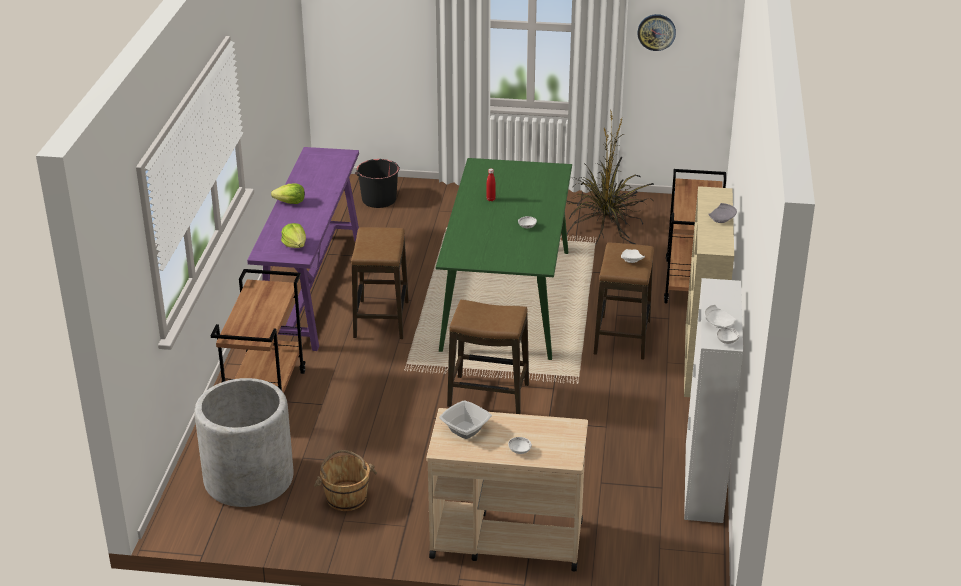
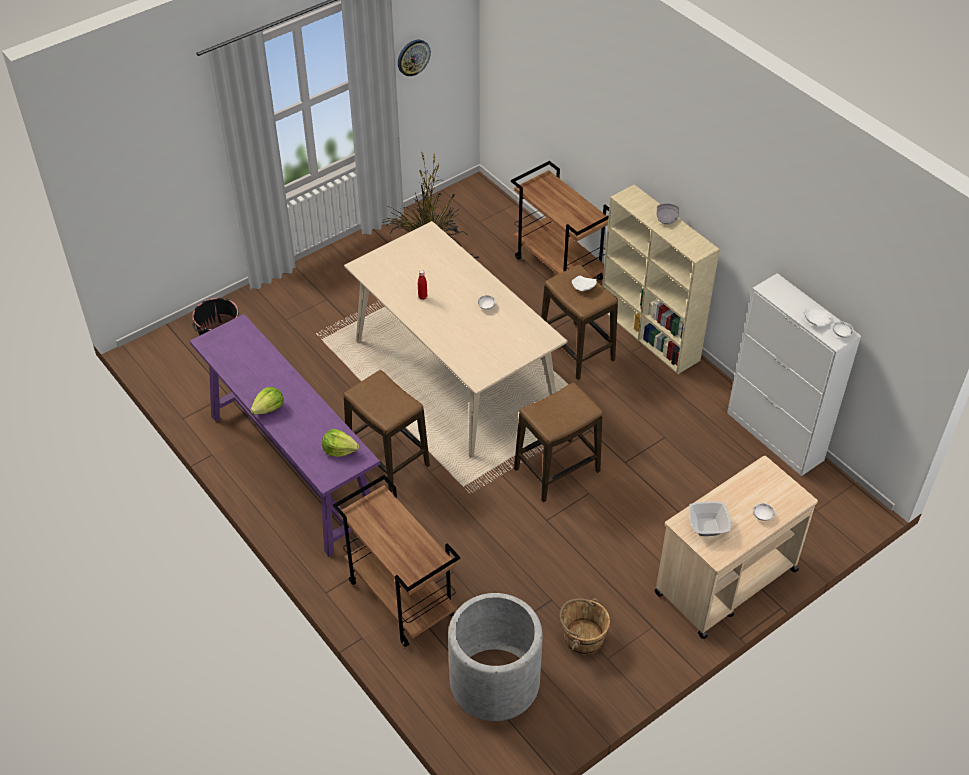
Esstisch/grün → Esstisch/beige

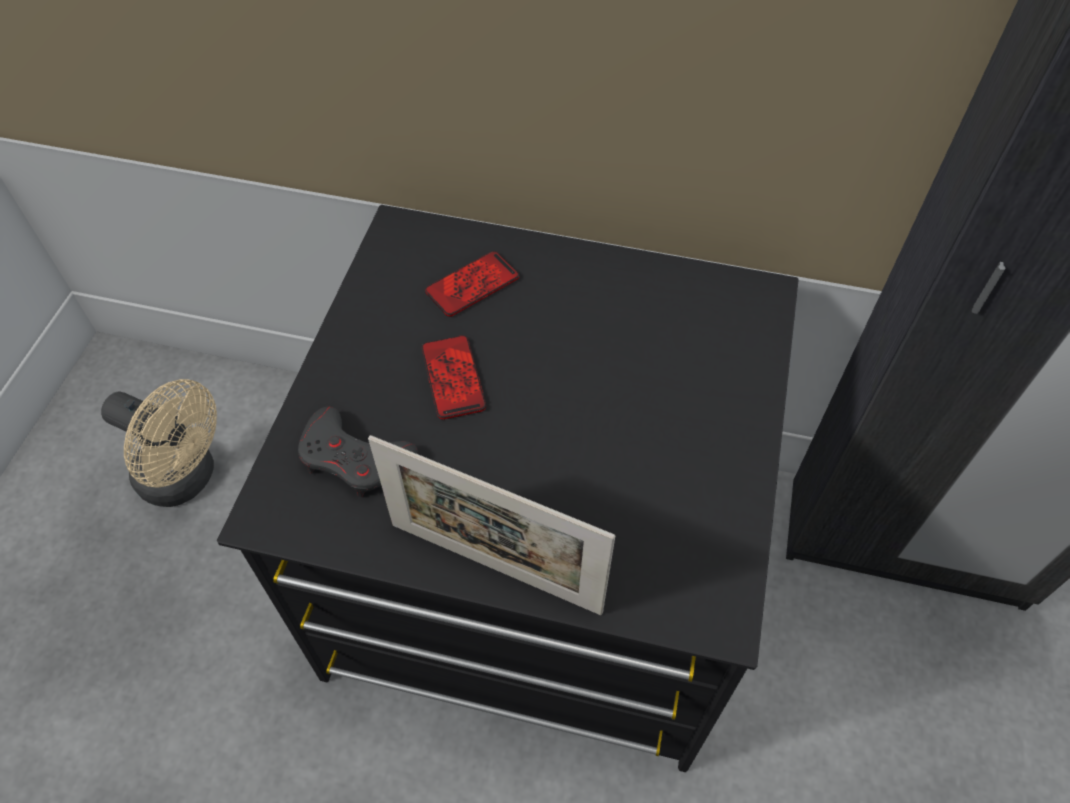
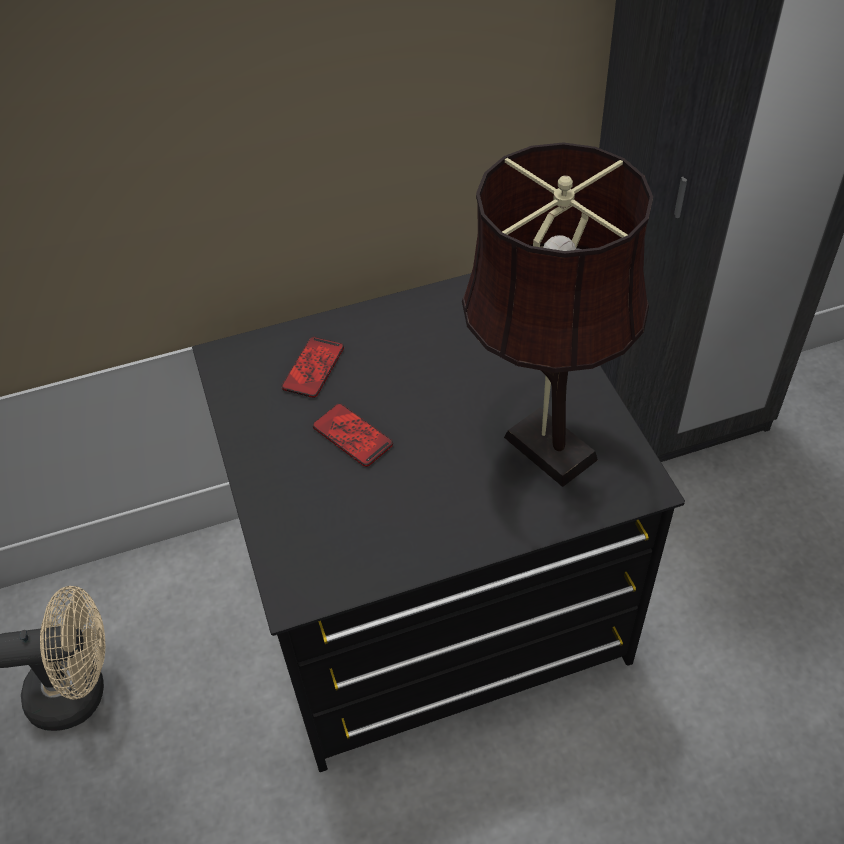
Gamepad/grau → -
Bilderrahmen → -
- → Tischlampe/braun

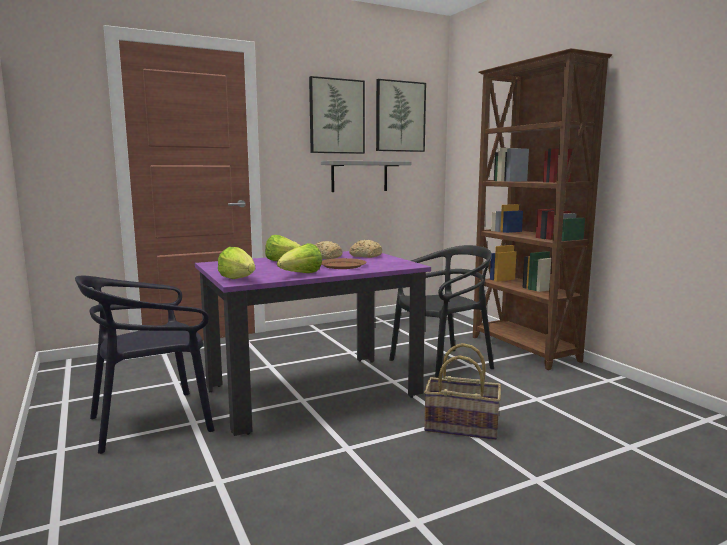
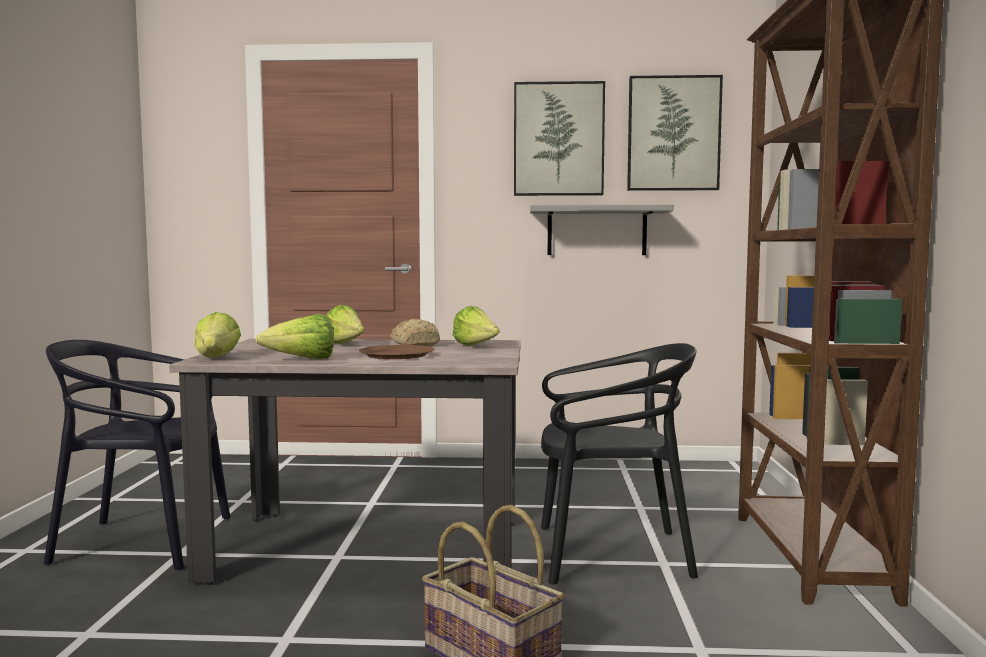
Esstisch/lila → Esstisch/beige
Brot (2nd from left) → Salatkopf (4th from left)

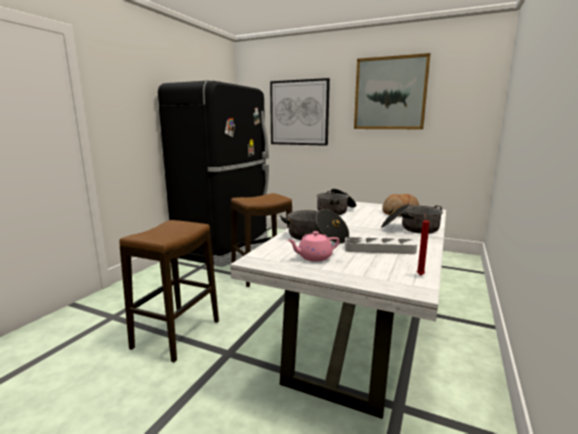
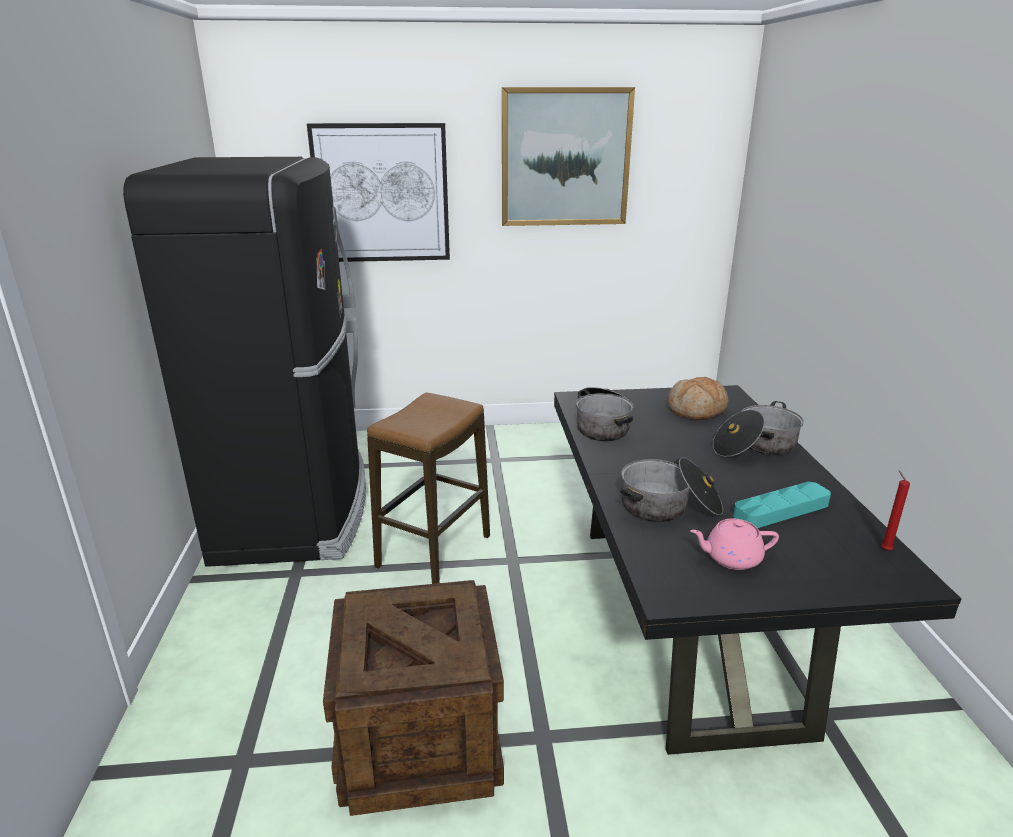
Hocker (1st from left) → Kiste
Esstisch/weiß → Esstisch/schwarz
Teekanne/rosa, 45 degrees clockwise
Tablett/weiß → Tablett/türkis

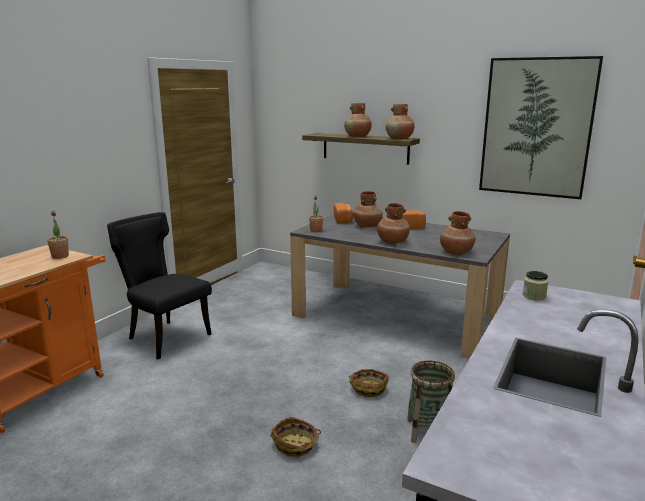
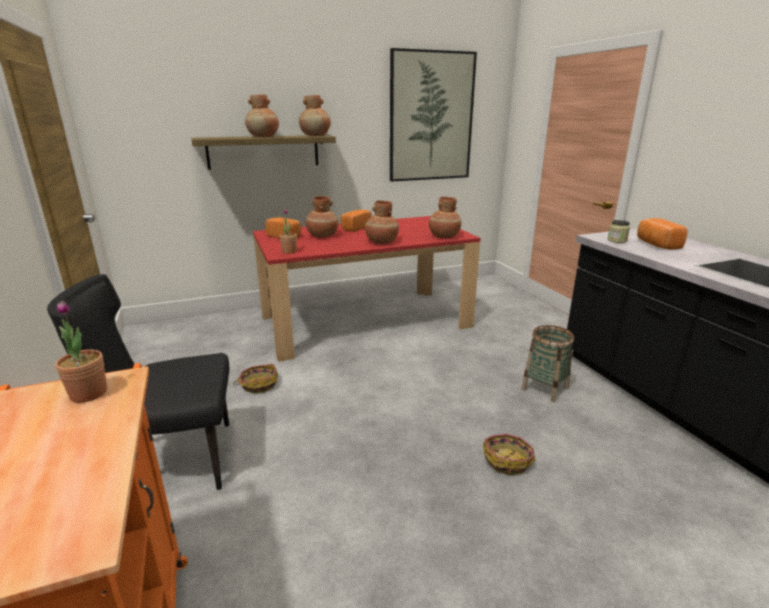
Esstisch/grau → Esstisch/rot
Korb (2nd from left in the first image) → Korb (1st from left), moved
- → Brot (3rd from left)

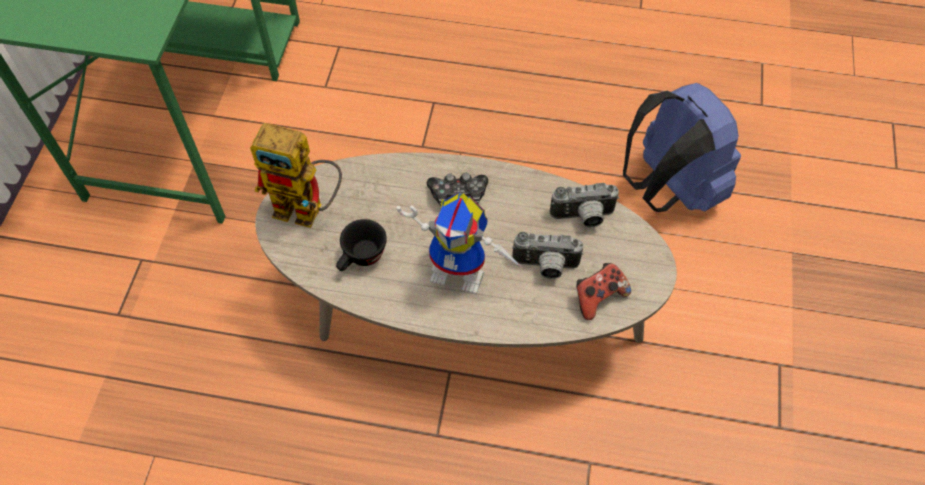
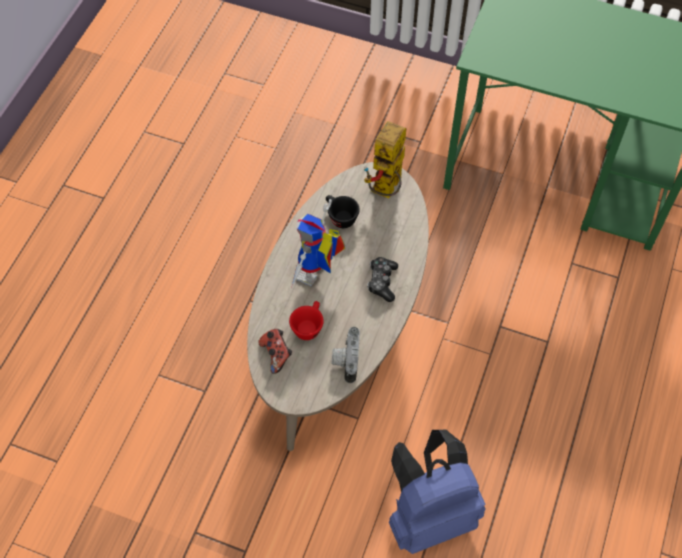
Kamera (1st from left) → Tasse/rot

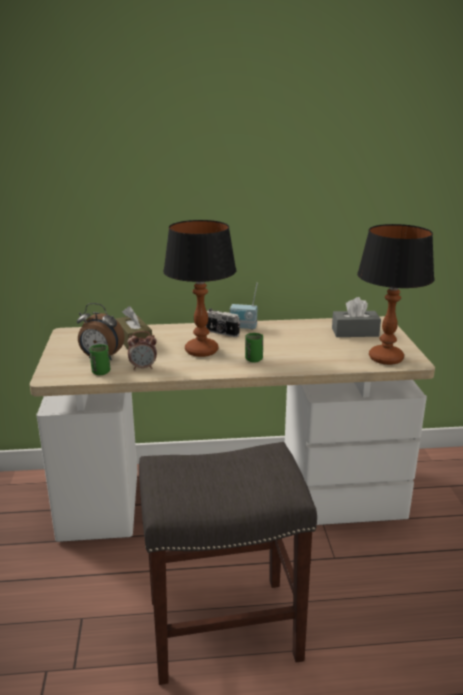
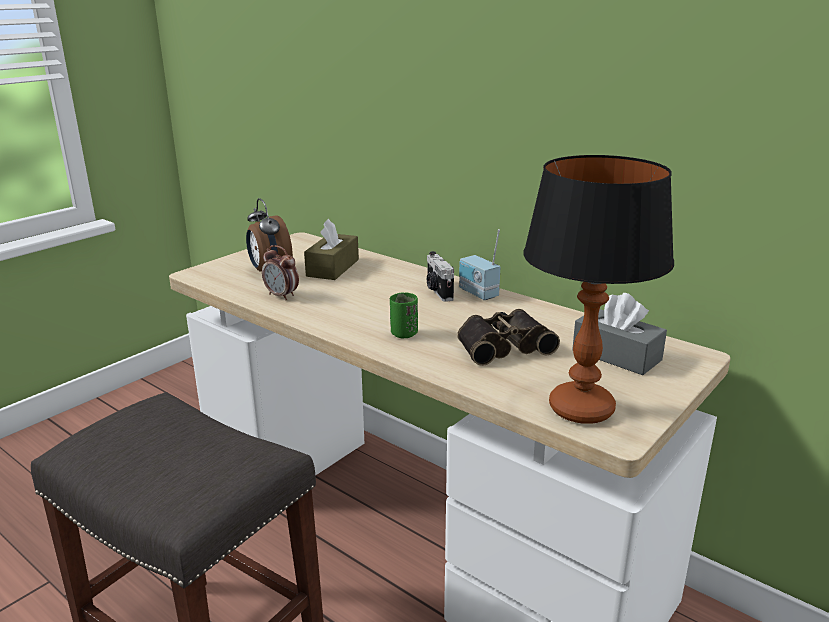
Tasse/grün (1st from left) → -
Tischlampe (1st from left) → -
- → Fernglas

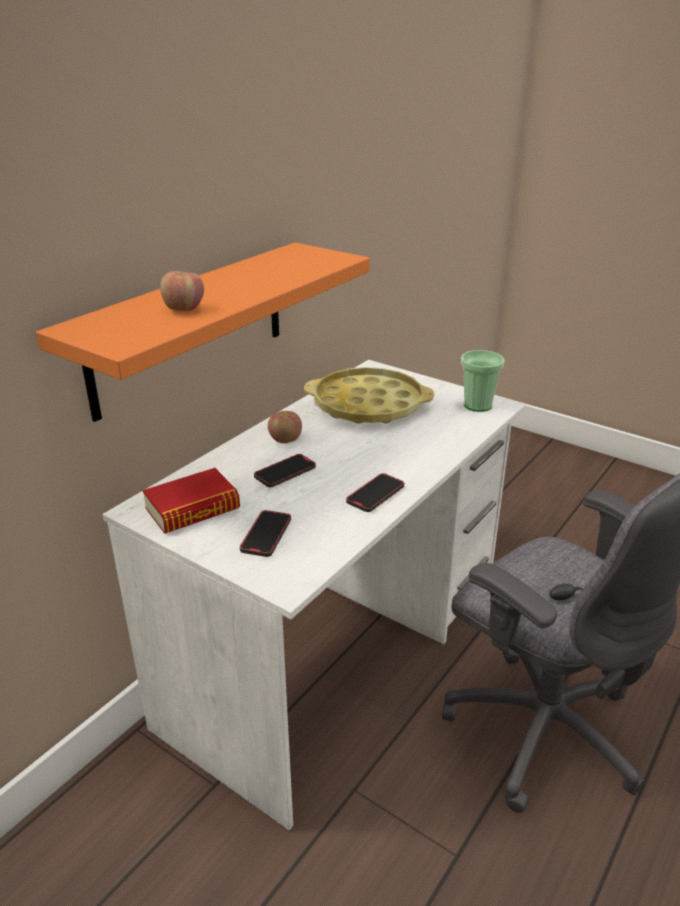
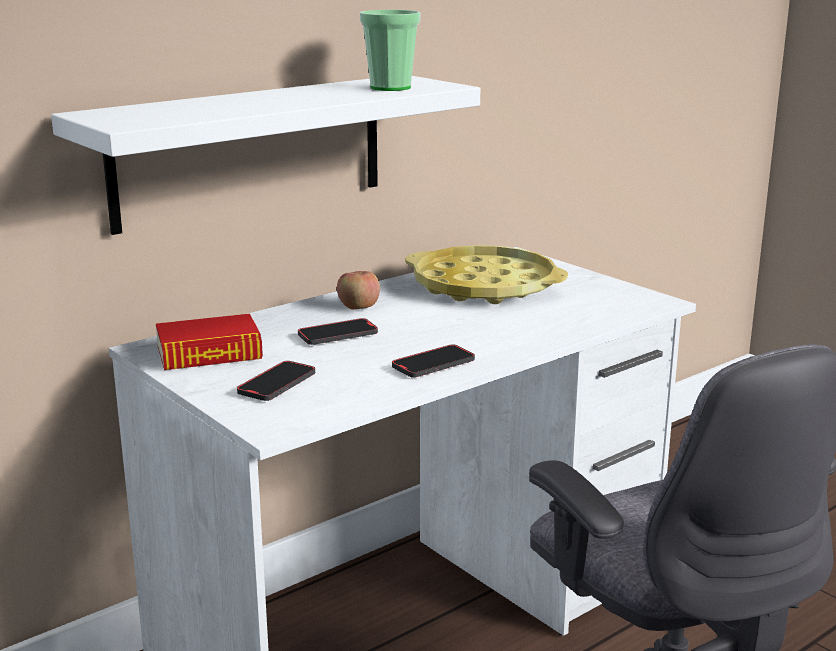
Wandregal/orange → Wandregal/weiß
Apfel (1st from left) → -
Tasse, moved

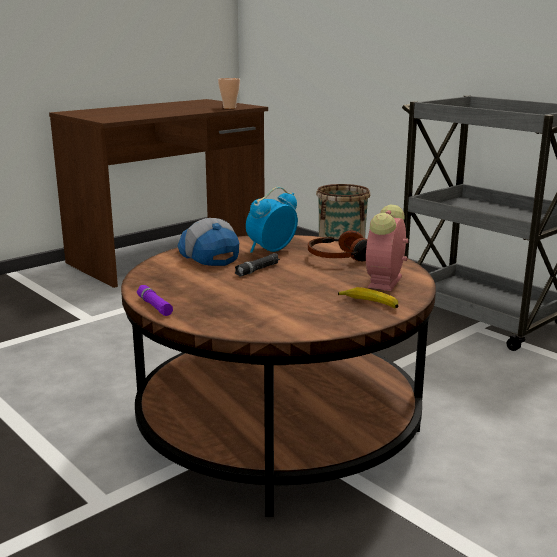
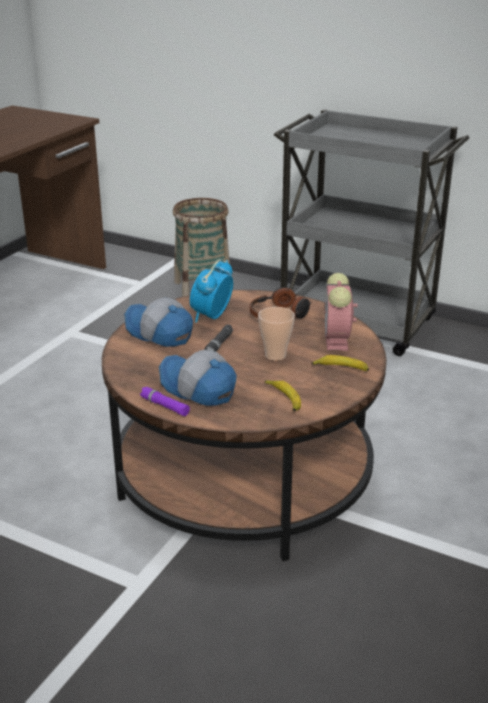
Tasse, moved
- → Kappe (2nd from left)
- → Banane (1st from left)

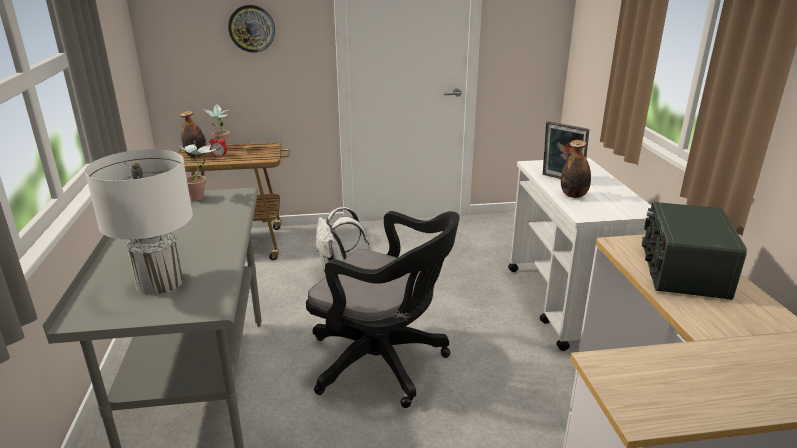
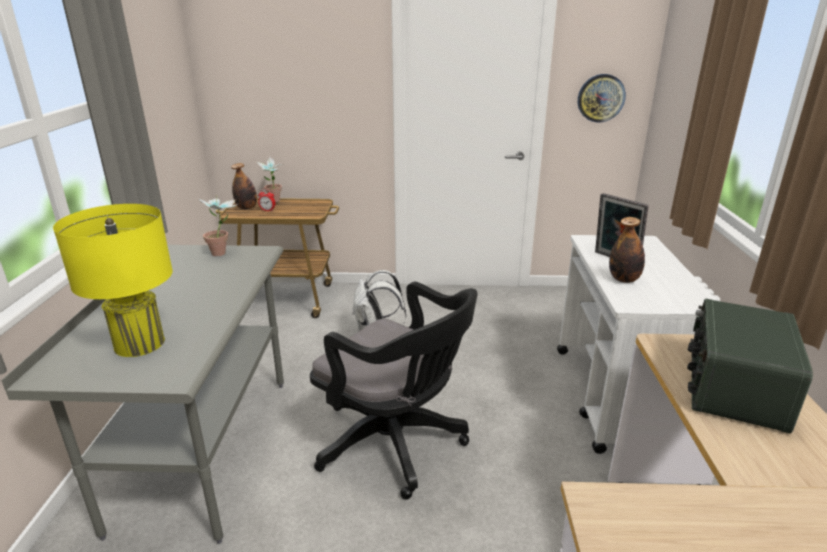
Tischlampe/weiß → Tischlampe/gelb
Wanduhr, moved

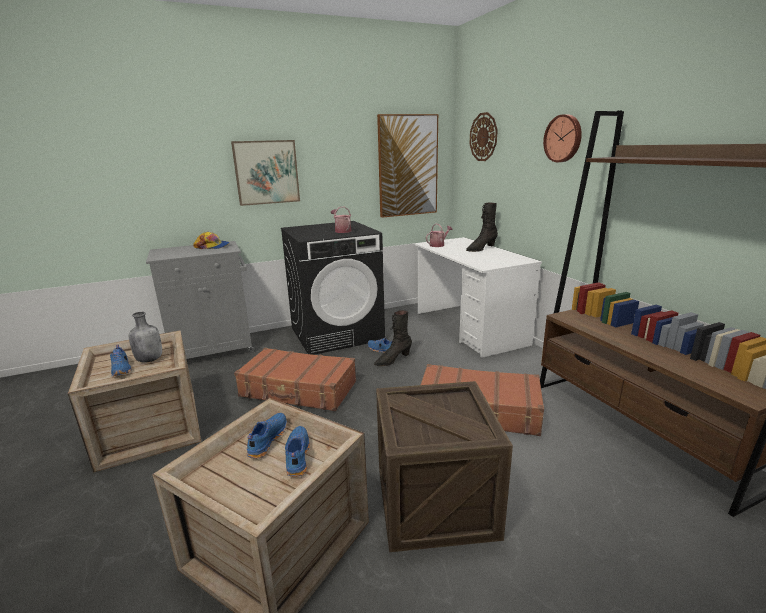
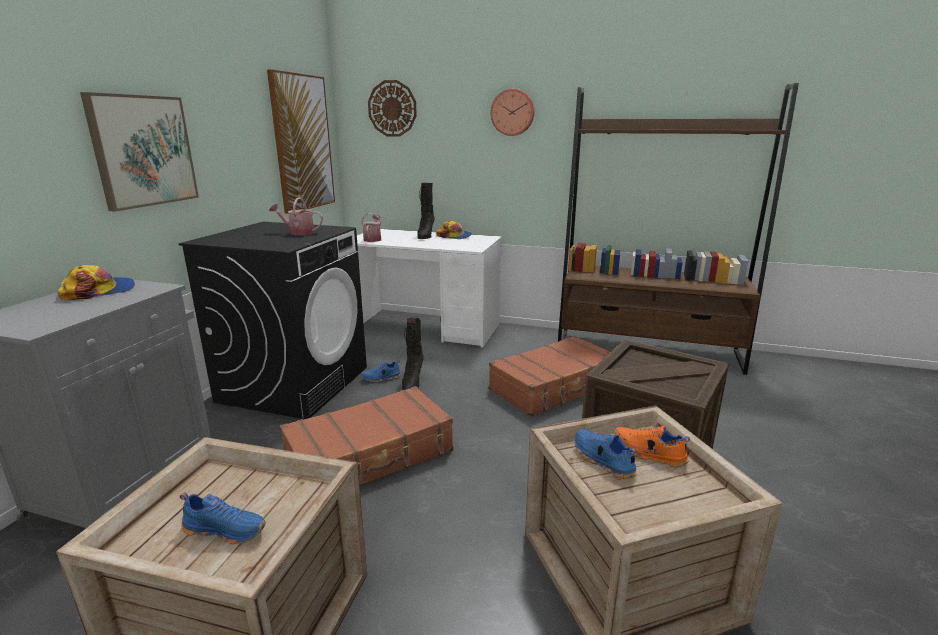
Flasche/grau → -
Schuh/blau (3rd from left) → Schuh/orange
- → Kappe (2nd from left)

